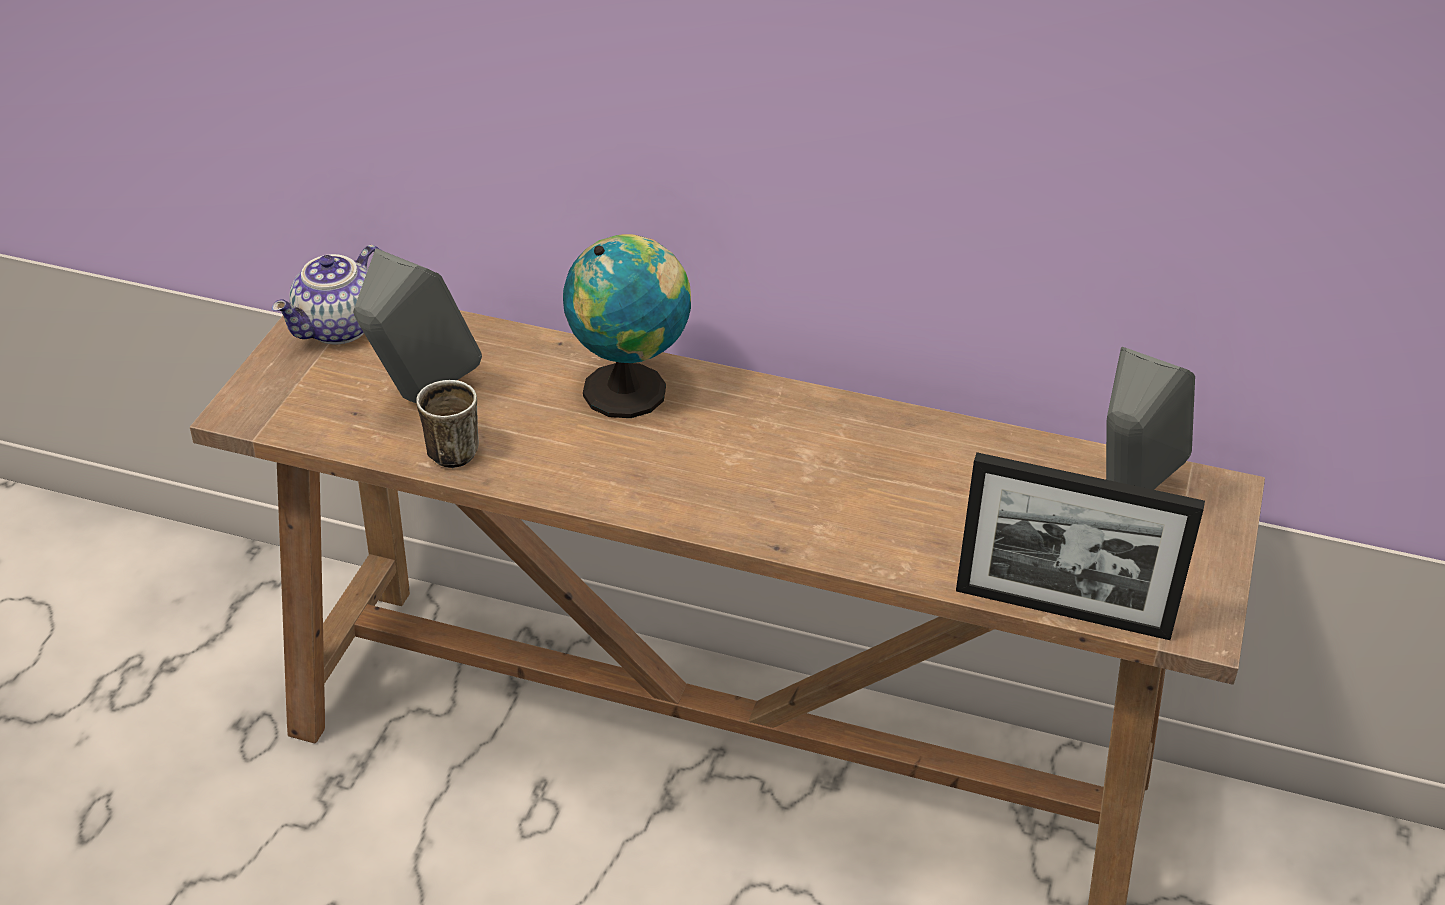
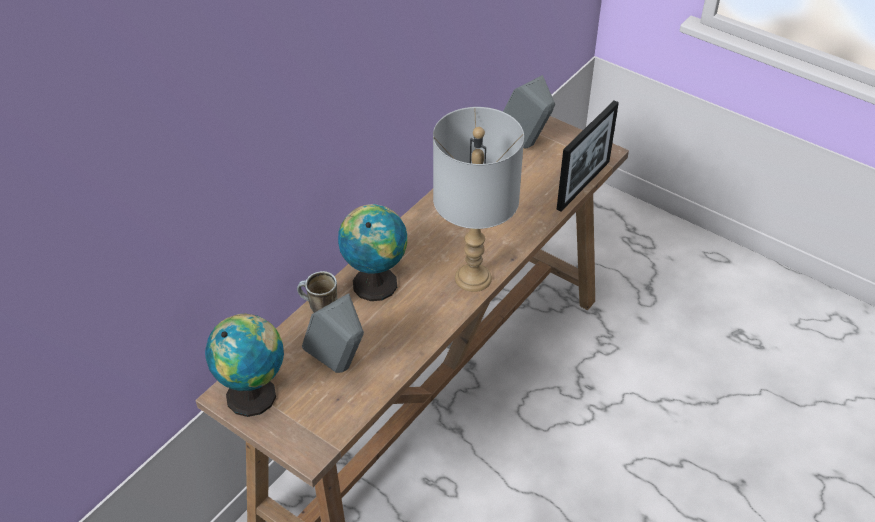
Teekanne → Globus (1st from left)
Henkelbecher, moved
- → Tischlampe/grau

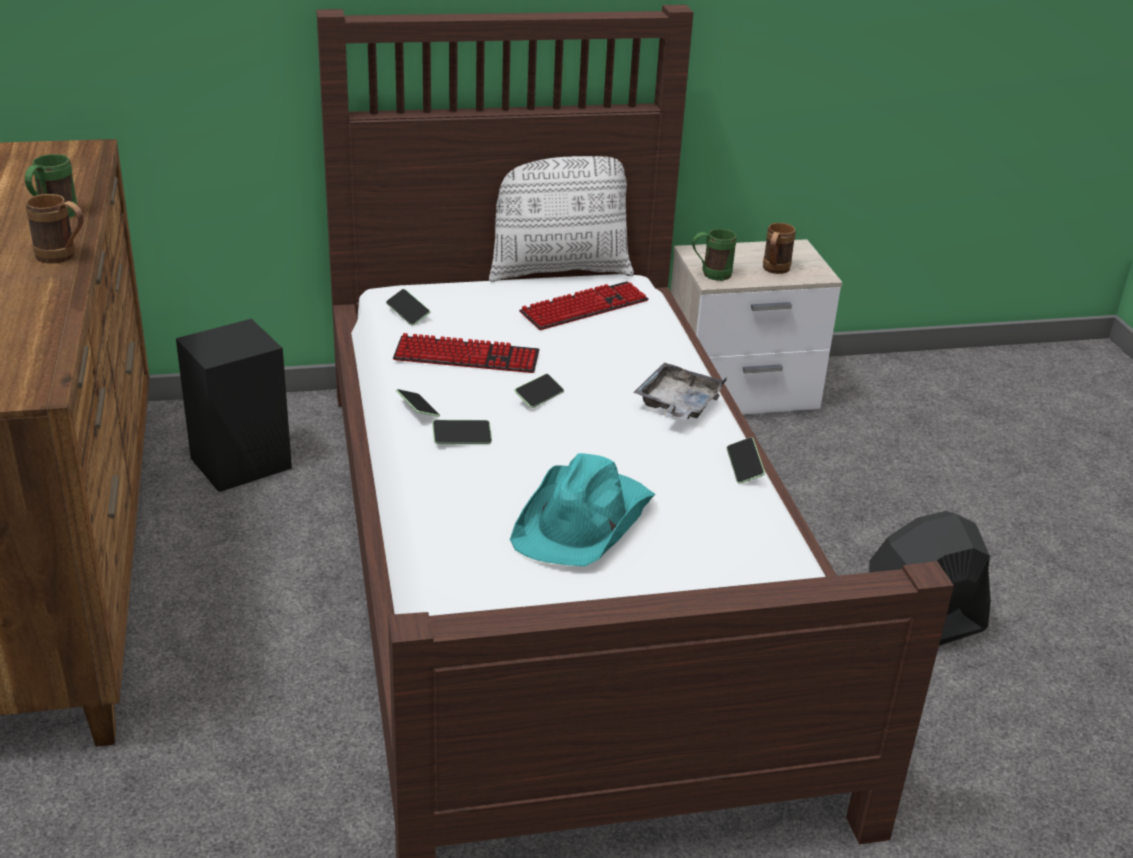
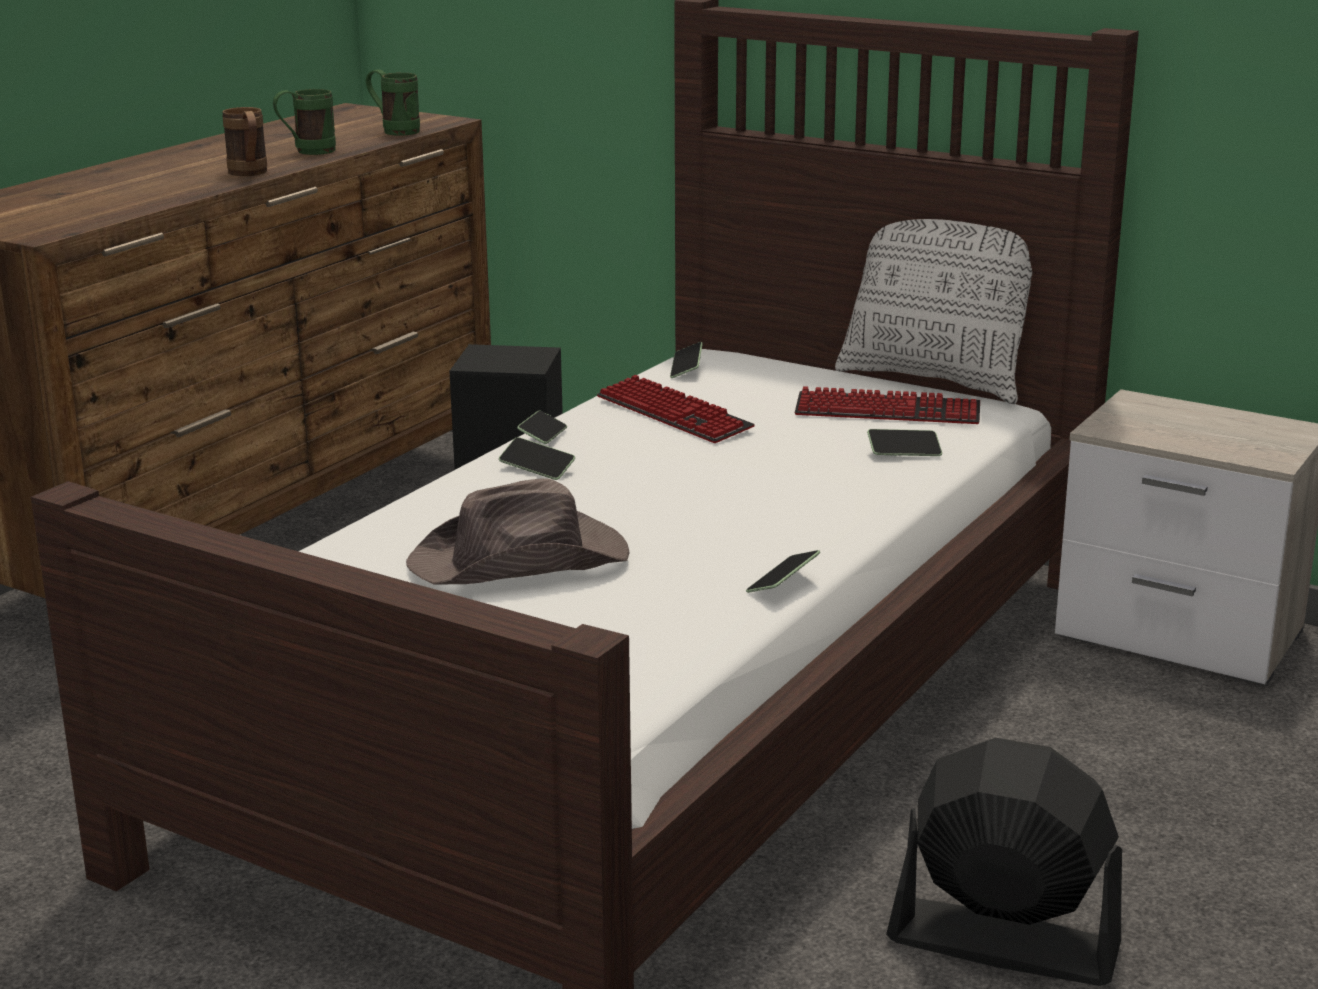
Hut/türkis → Hut/braun
Handy (4th from left in the first image) → Handy (5th from left), moved
Tablett/grau → -
Henkelbecher/grün (2nd from left), moved
Henkelbecher/braun (2nd from left) → -

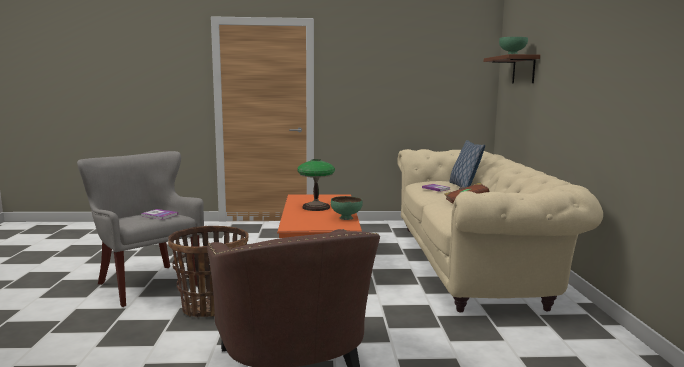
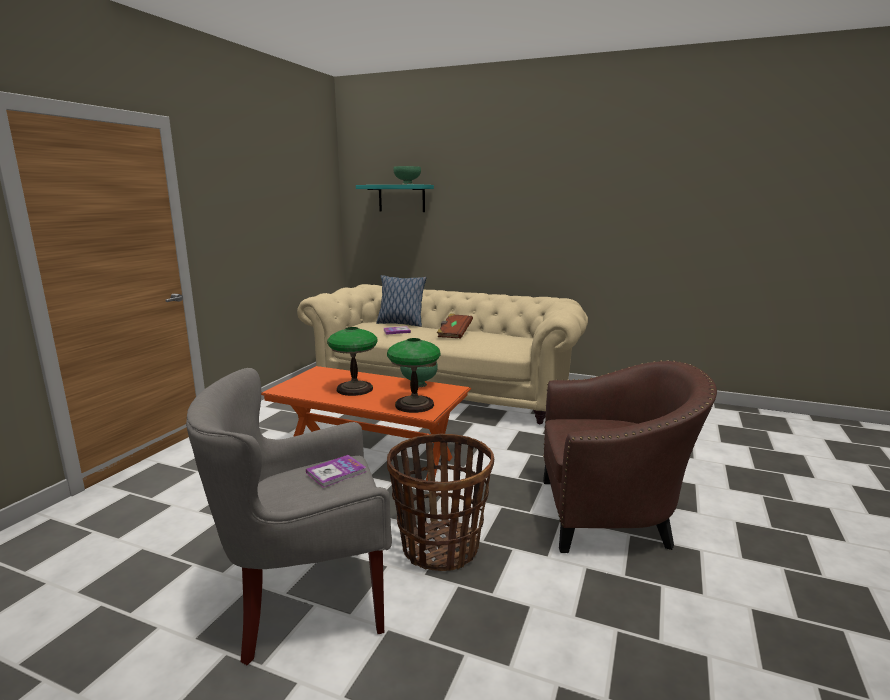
Wandregal/braun → Wandregal/türkis
- → Tischlampe (2nd from left)

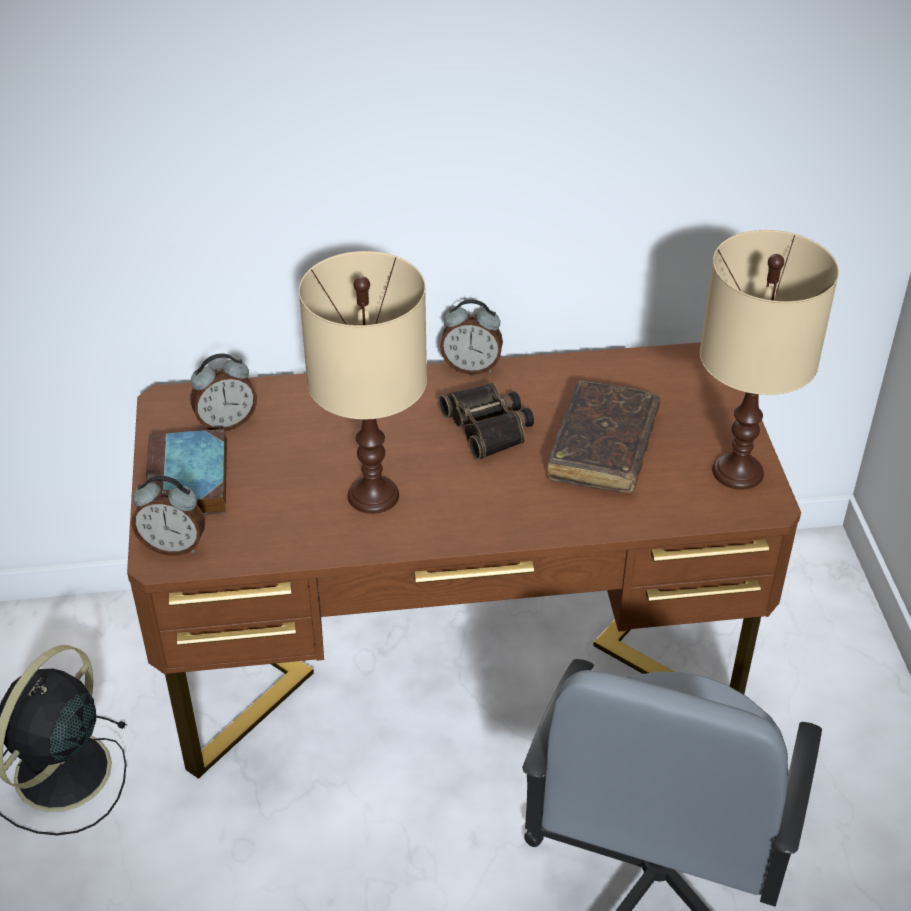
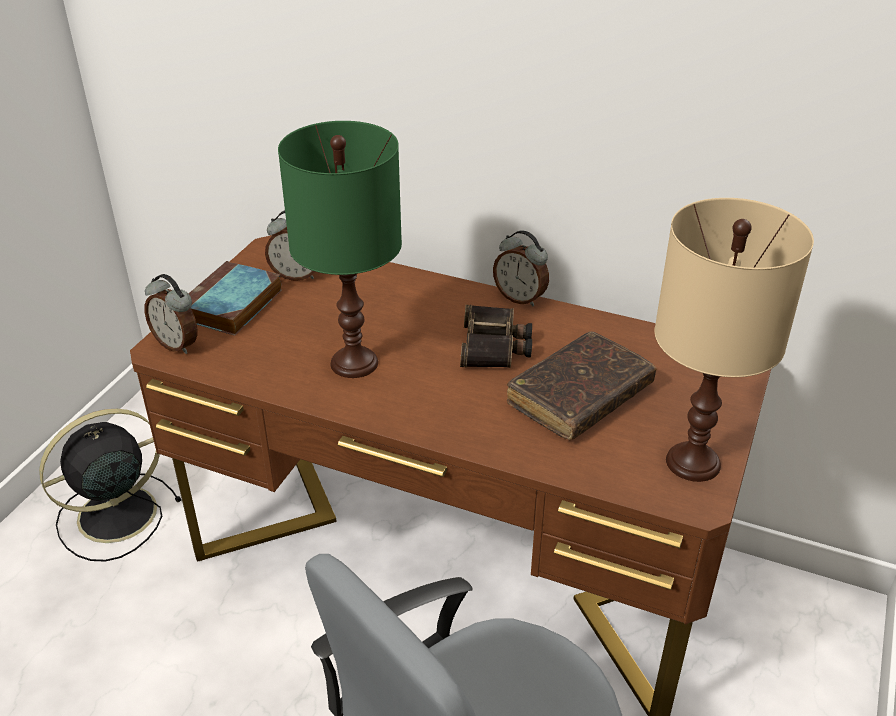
Tischlampe/beige (1st from left) → Tischlampe/grün

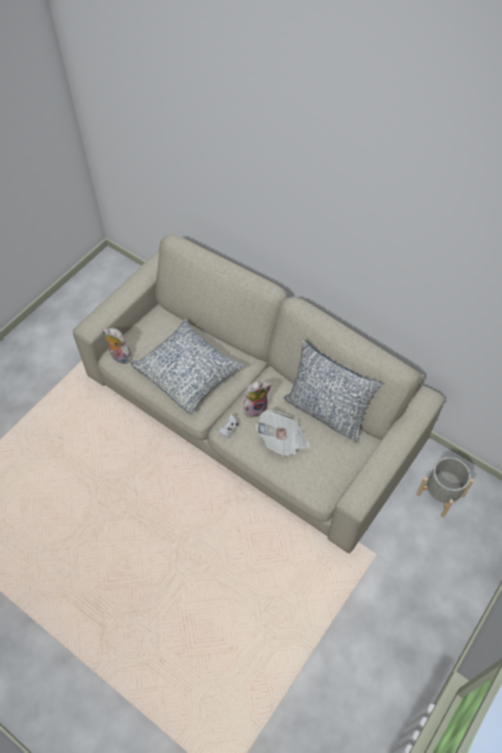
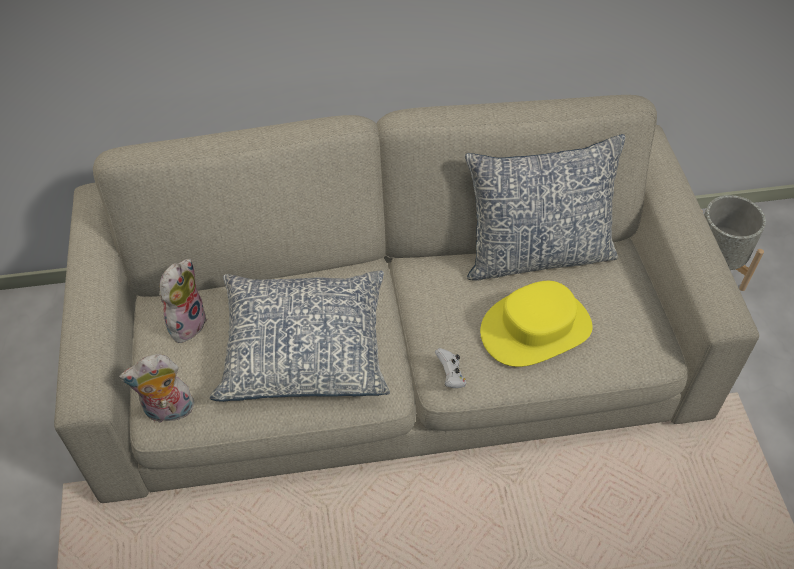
Plüschtier (2nd from left), moved
Zeitung → Hut/gelb

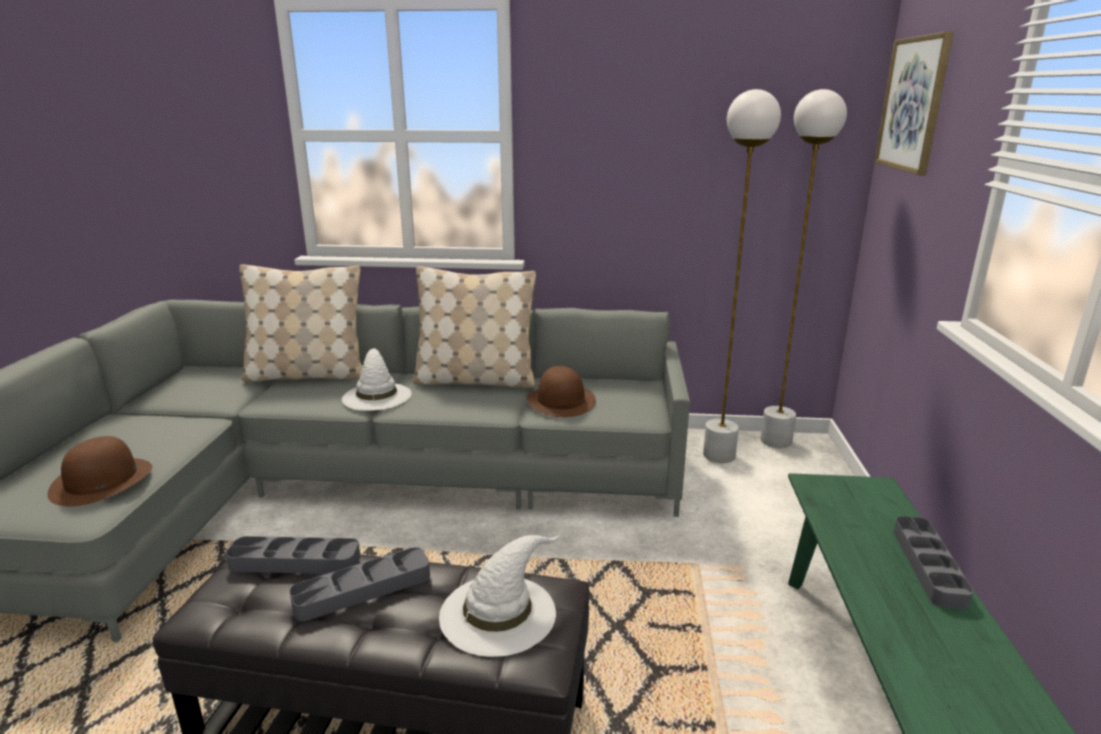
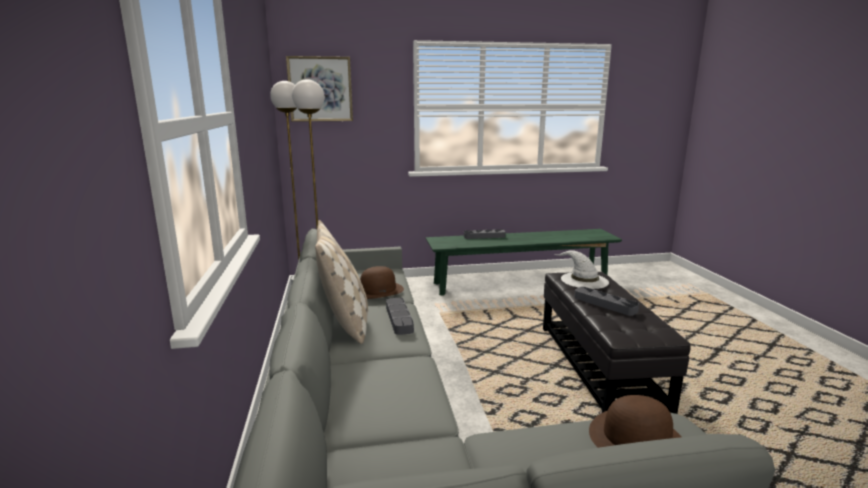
Tablett/grau (1st from left), moved
Kissen/beige (1st from left) → -
Hut/weiß (1st from left) → -

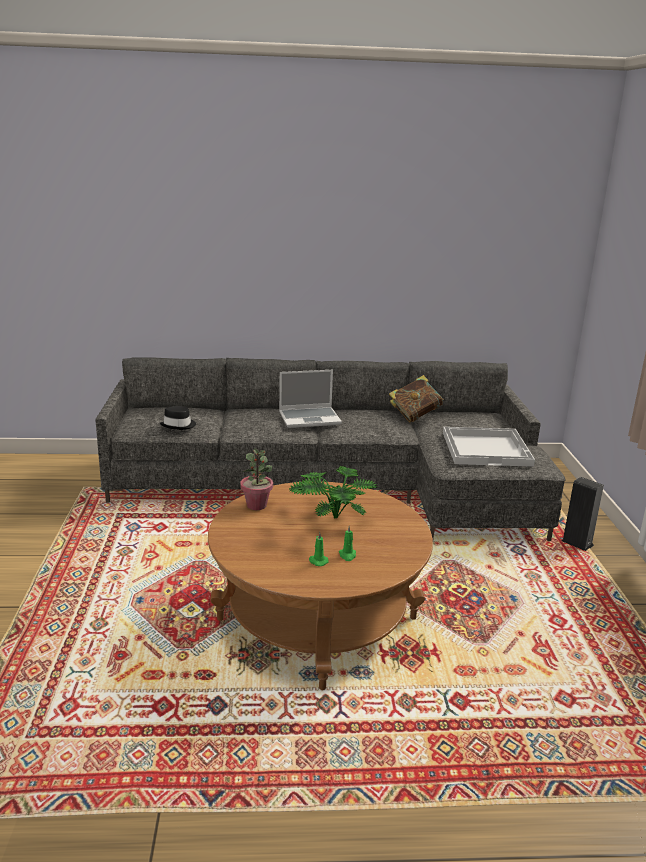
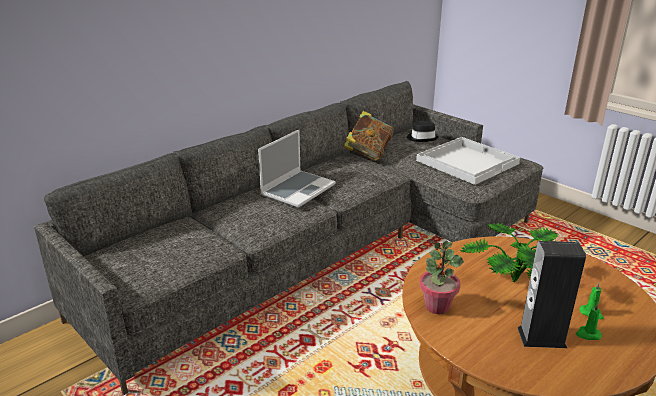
Hut/schwarz, moved
Lautsprecher, moved

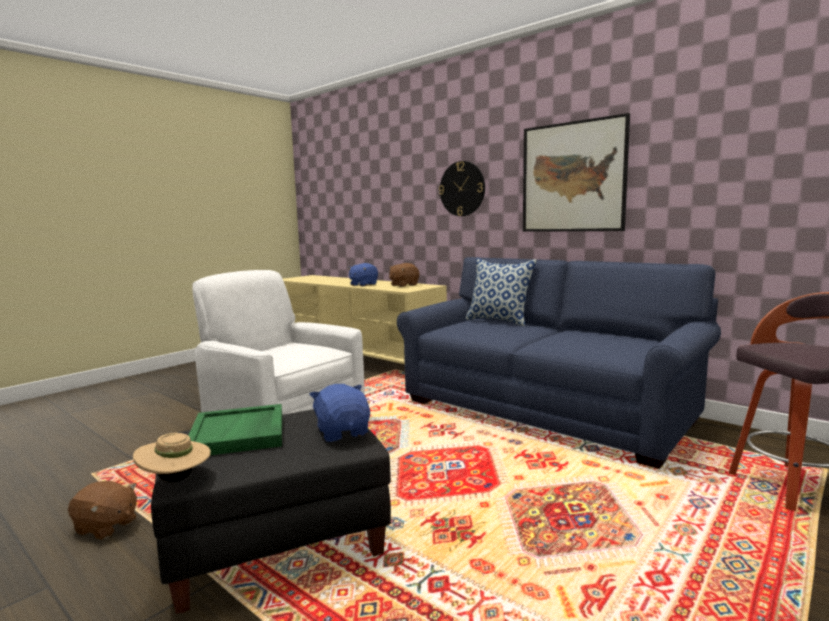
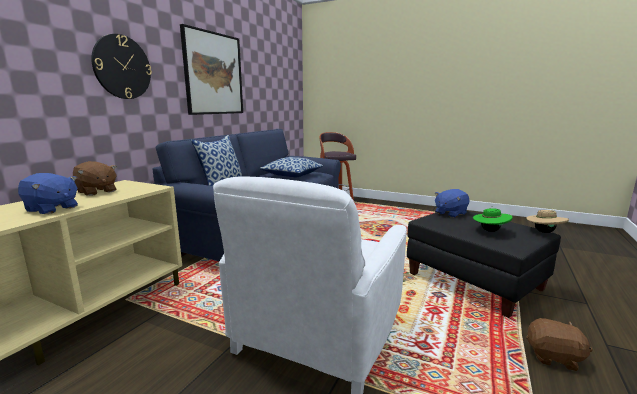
Plüschtier/braun (1st from left in the first image) → Plüschtier/braun (2nd from left), 105 degrees clockwise
Tablett/grün → Hut/grün
- → Kissen (2nd from left)

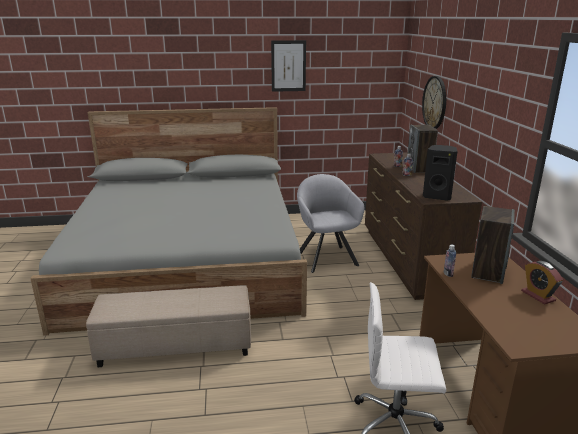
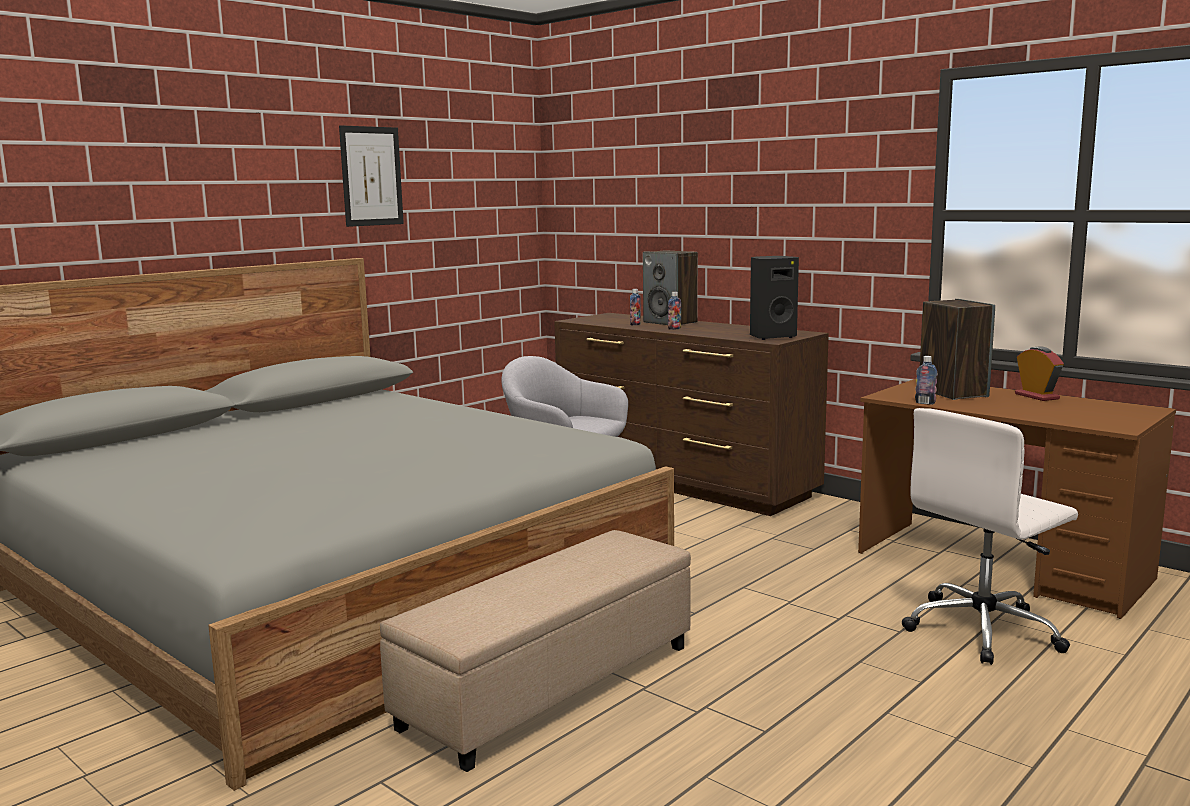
Wanduhr → -
Wecker, 135 degrees counterclockwise

